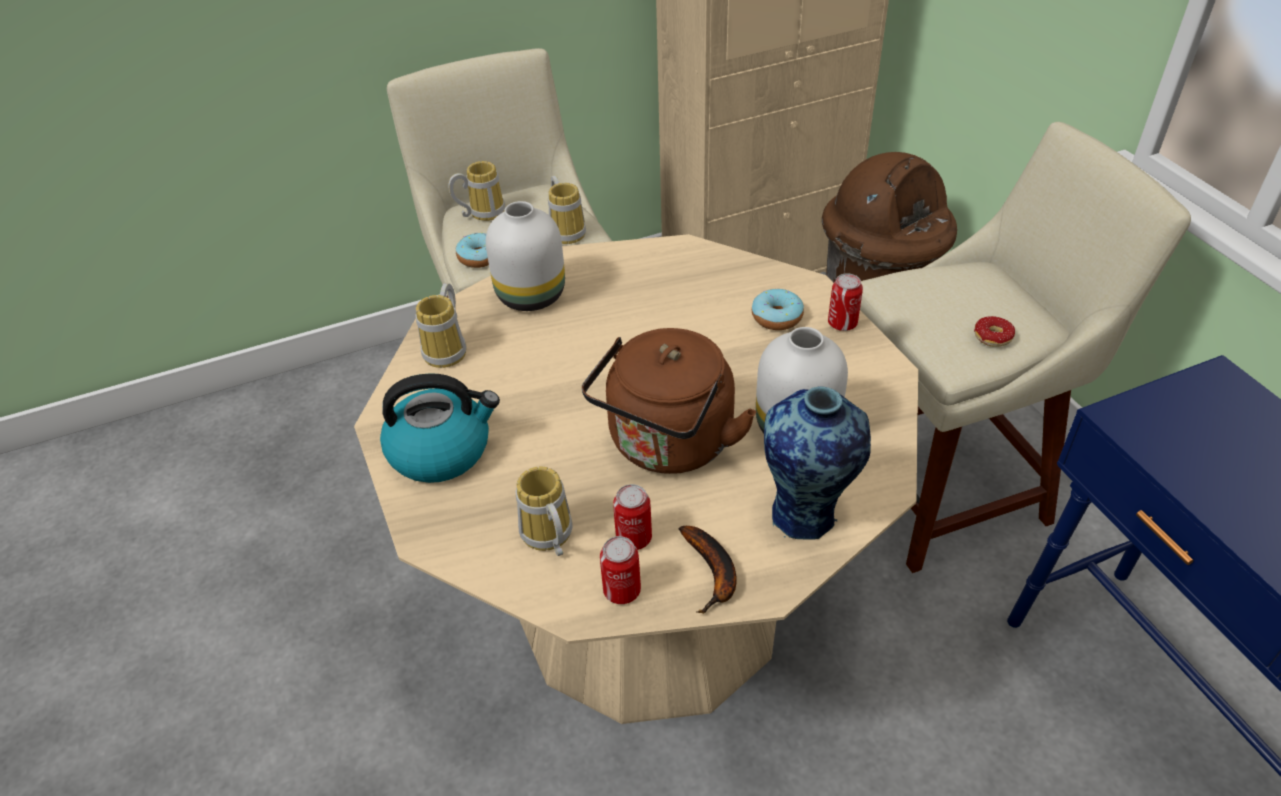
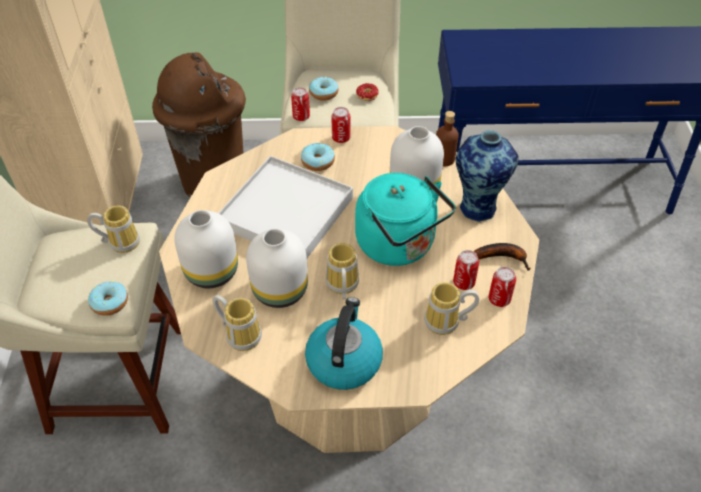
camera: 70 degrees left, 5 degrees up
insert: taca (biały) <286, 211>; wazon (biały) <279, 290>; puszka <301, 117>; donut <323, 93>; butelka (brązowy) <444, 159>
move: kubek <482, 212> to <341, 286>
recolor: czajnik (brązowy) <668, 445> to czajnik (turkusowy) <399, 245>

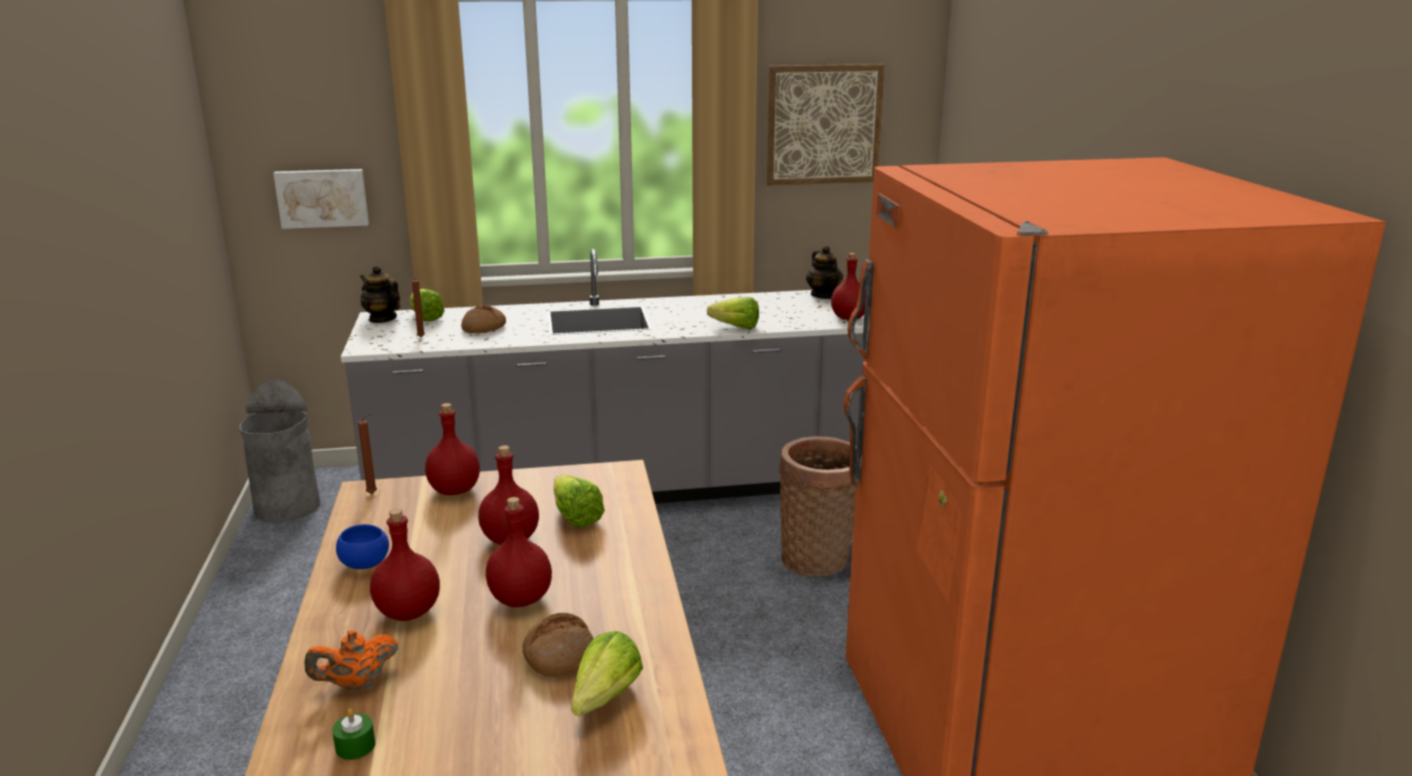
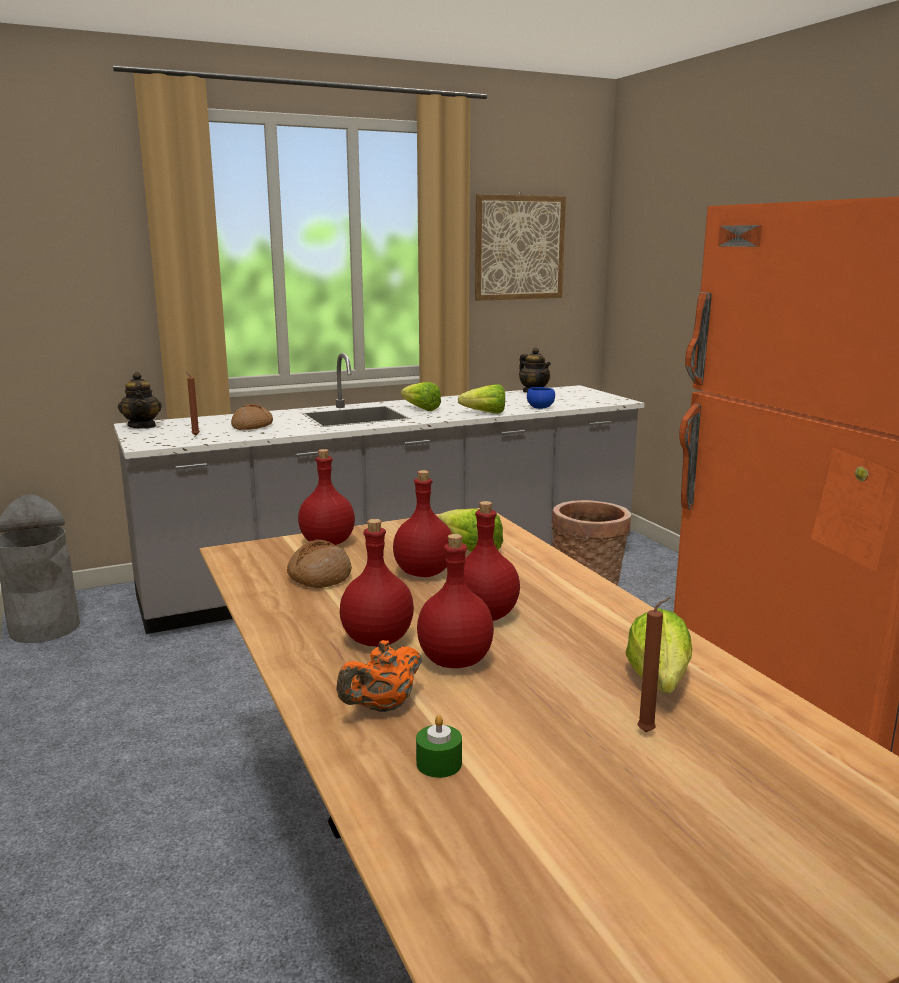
camera: 15 degrees left, 5 degrees down
delete: obraz <322, 198>
move: miska (niebieski) <364, 564> to <540, 408>; świeca (brązowy) <373, 494> to <649, 731>; sałata <425, 316> to <419, 408>; chleb <559, 655> to <319, 576>; butelka (czerwony) <848, 318> to <453, 661>
rotate: imbryk <382, 319> = <142, 426> 135 degrees counterclockwise

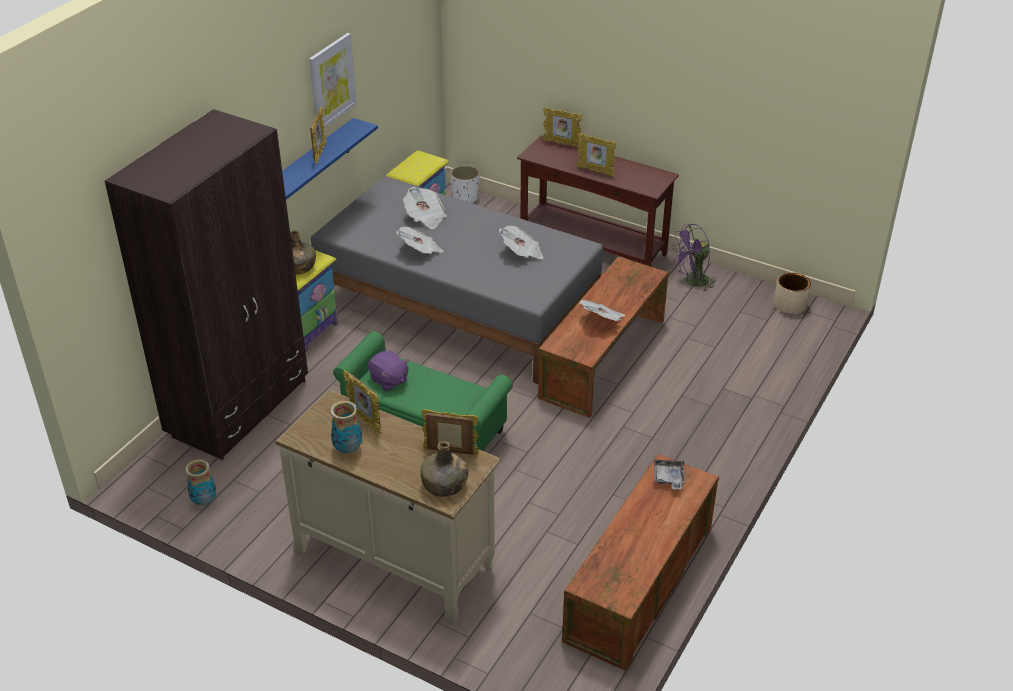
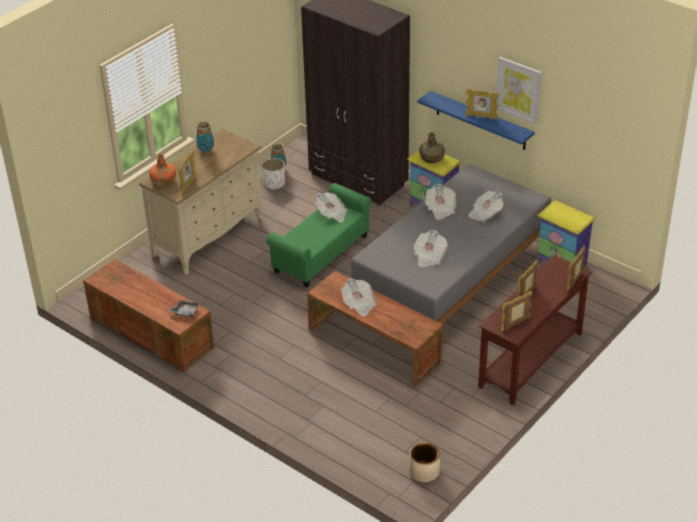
camera: 100 degrees right, 0 degrees up
delete: wentylator (fioletowy) <692, 282>
move: ramka na zdjęcie <365, 421> to <515, 324>; donica (biały) <465, 198> to <274, 183>
replace: pluszak (fioletowy) <389, 381> to gazeta <332, 214>
recolor: butelka (zielony) <444, 485> to butelka (pomarańczowy) <163, 181>

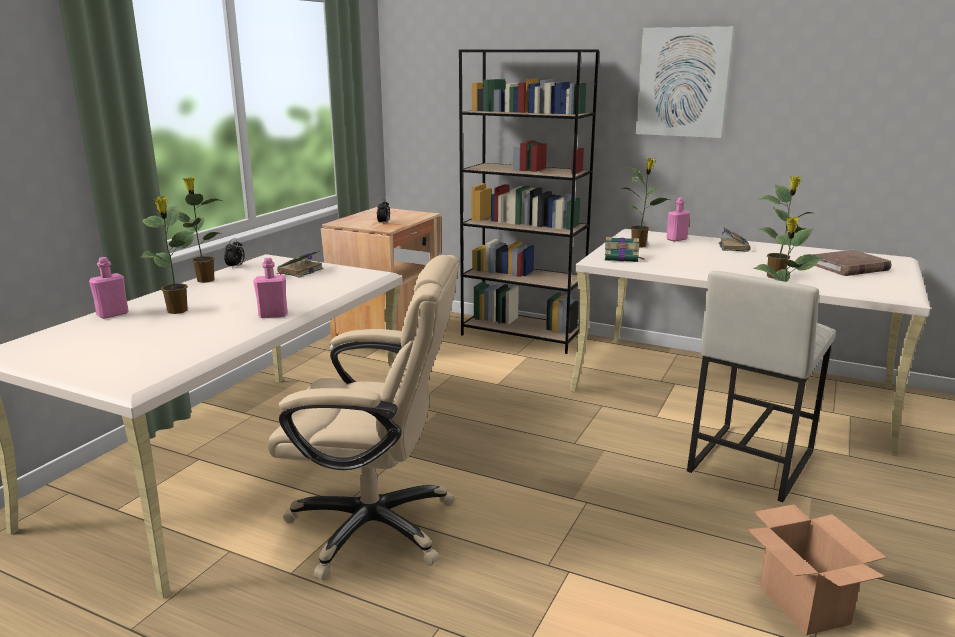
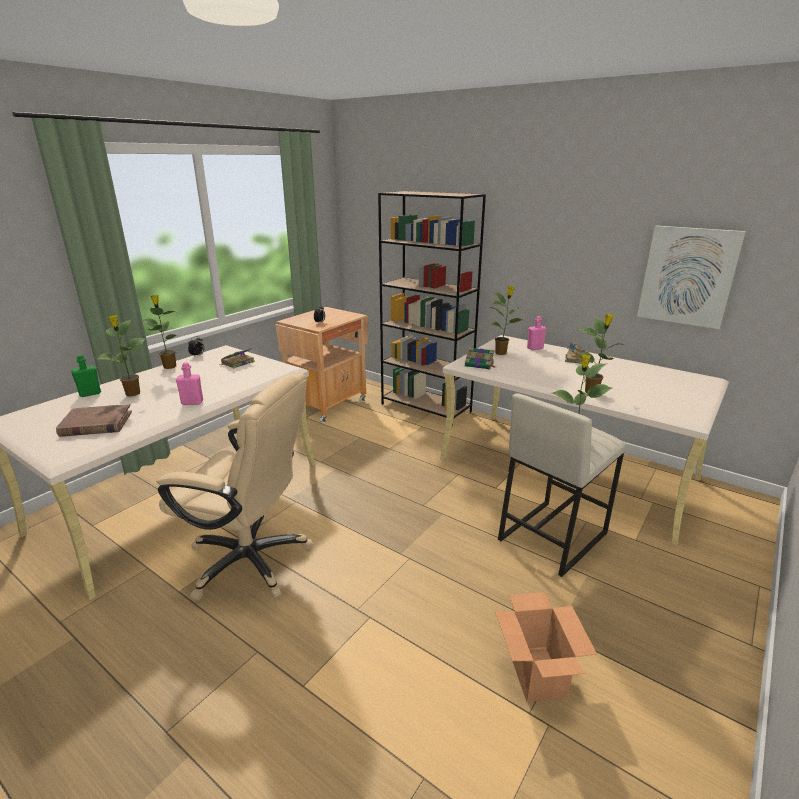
camera: 10 degrees right, 5 degrees up
move: obraz <683, 82> to <687, 276>; książka (brązowy) <849, 267> to <96, 424>
recolor: butelka (różowy) <112, 314> to butelka (zielony) <90, 393>

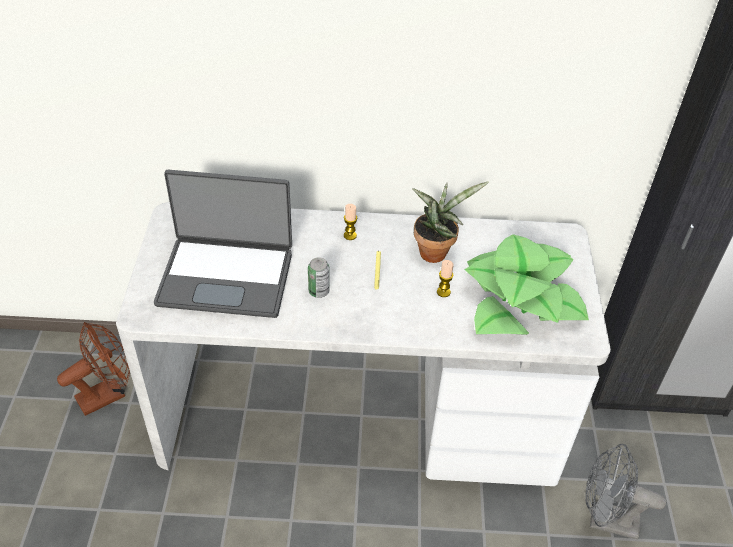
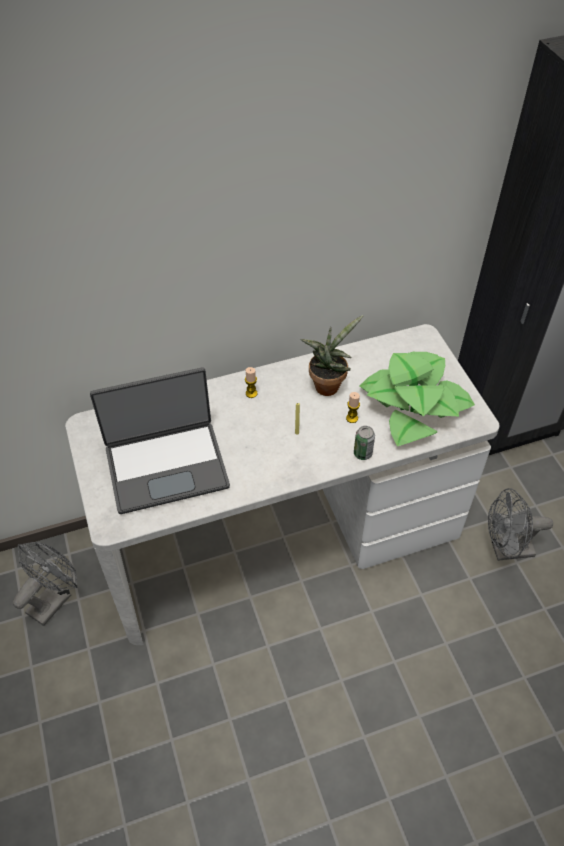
camera: 20 degrees left, 5 degrees up
move: puszka <318, 291> to <362, 453>
recolor: wentylator (brązowy) <107, 394> to wentylator (szary) <54, 598>

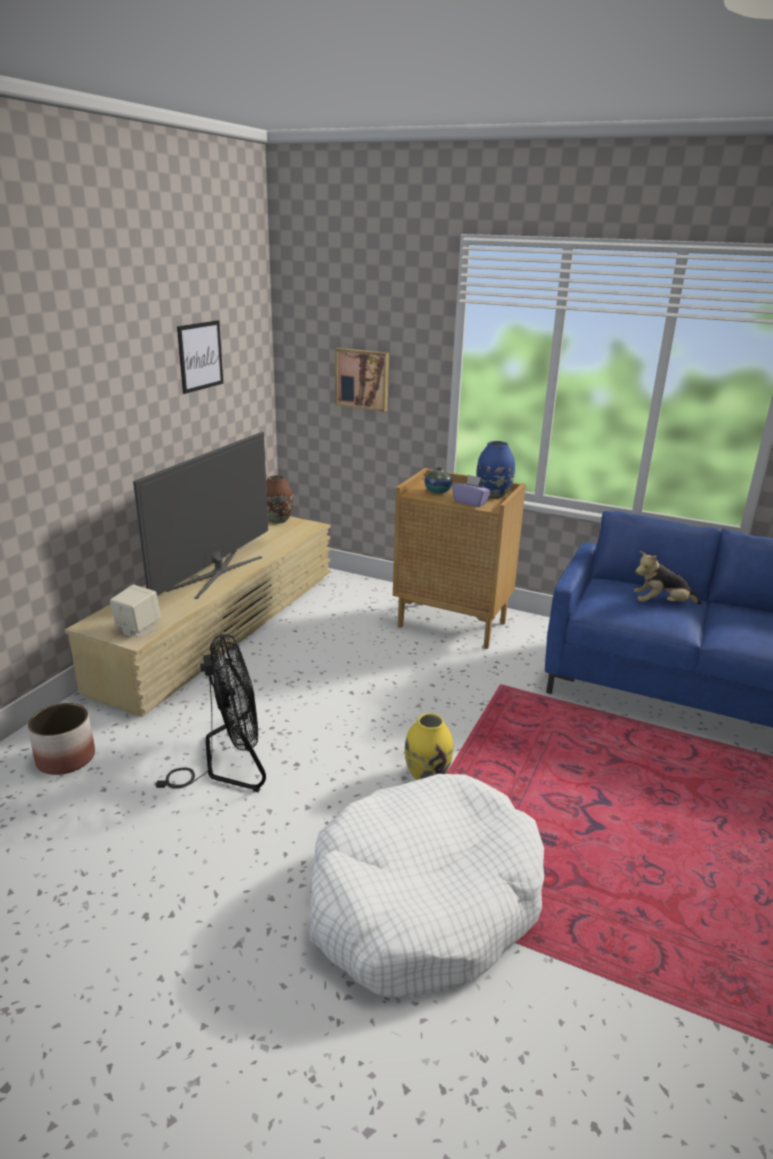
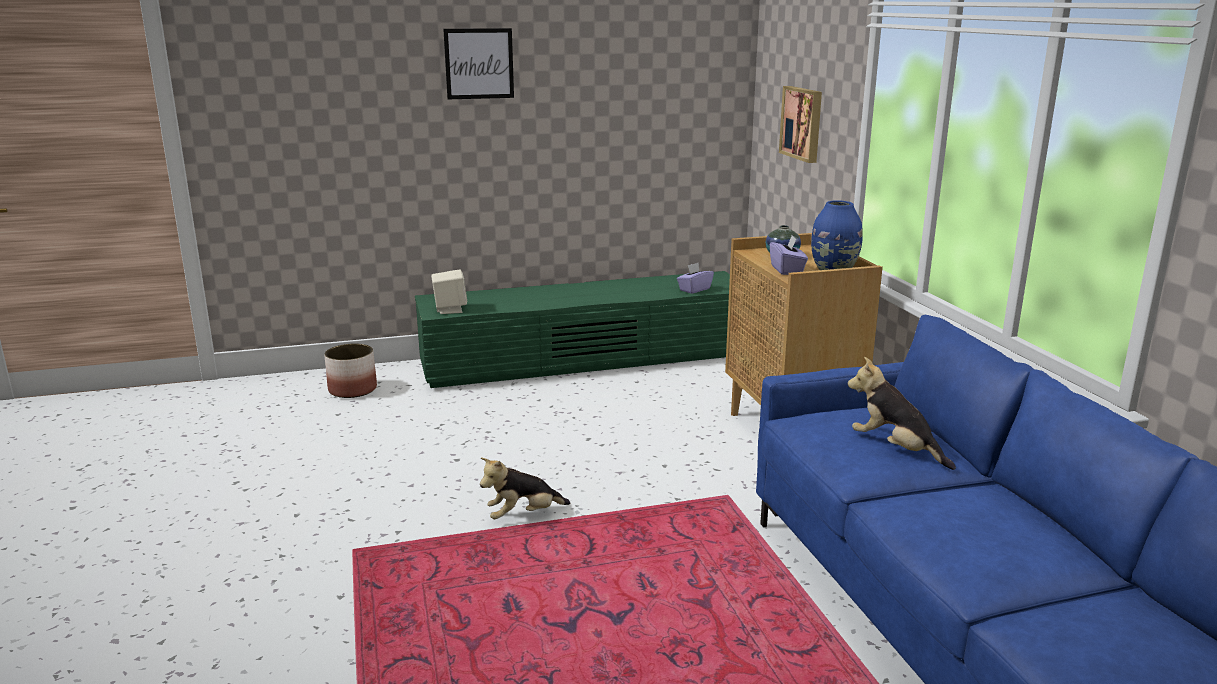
camera: 50 degrees right, 5 degrees down
delete: telewizor <216, 573>; wentylator (czarny) <226, 758>; wazon (brązowy) <277, 520>; legowisko (biały) <424, 901>
insert: pudełko chusteczek (fioletowy) <694, 289>
move: obraz <200, 356> to <479, 63>
replace: wazon (żółty) <427, 775> to pluszak <523, 515>
recolor: szafka pod telewizor (beżowy) <223, 628> to szafka pod telewizor (zielony) <587, 359>

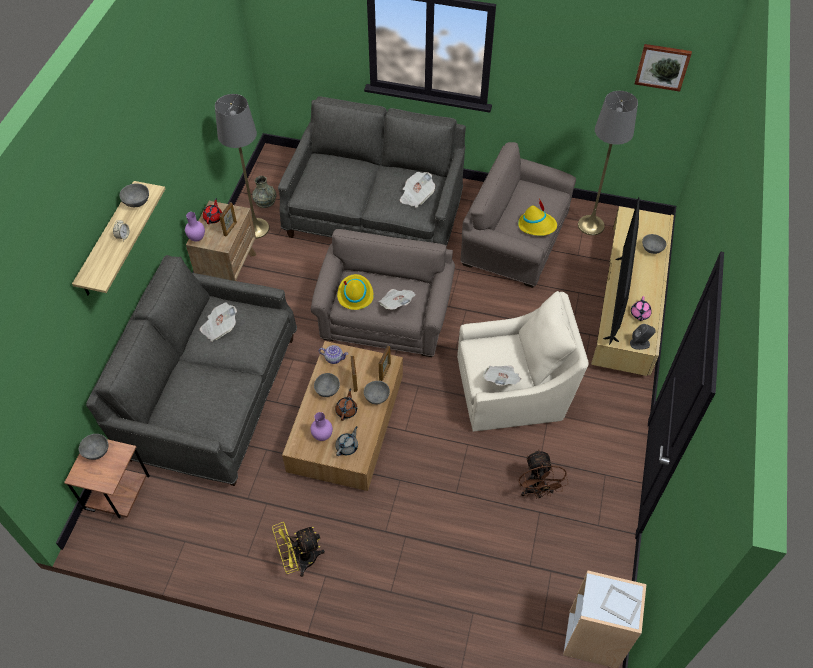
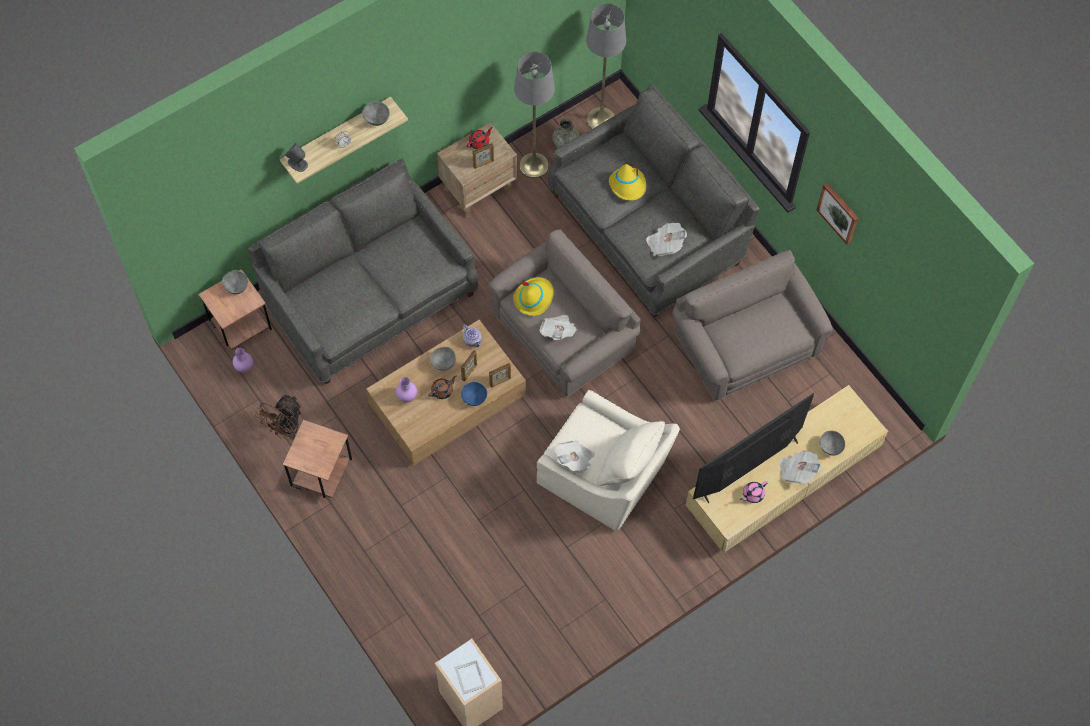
camera: 40 degrees right, 10 degrees up
delete: imbryk (szary) <347, 446>
move: wazon (fioletowy) <197, 238> to <245, 368>; gazeta <220, 328> to <797, 471>; kapelusz (żółty) <537, 225> to <628, 185>; wentylator (brązowy) <536, 491> to <286, 430>; lampa stojąca (szary) <591, 225> to <601, 119>; głośnik (szary) <640, 343> to <298, 163>; obraz <662, 66> to <839, 212>
replace: wentylator (żółty) <299, 560> to stolik (brązowy) <323, 477>
recolor: miska (szary) <376, 398> to miska (niebieski) <473, 398>

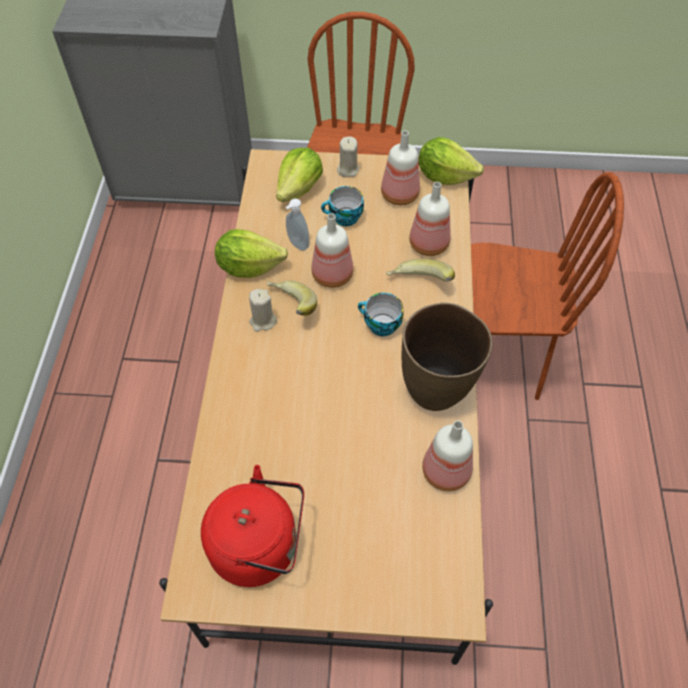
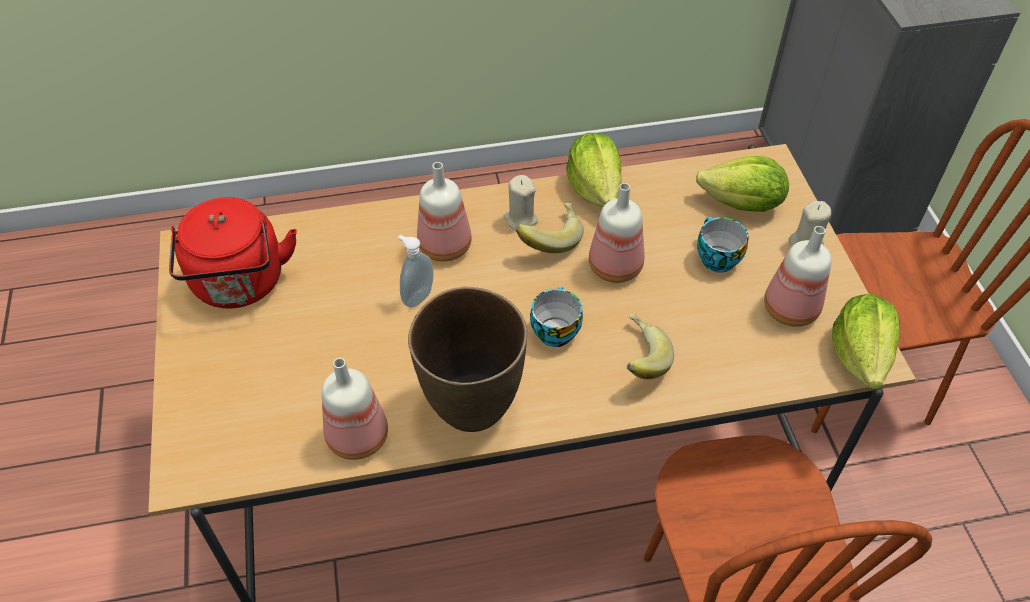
camera: 75 degrees right, 5 degrees down
move: dozownik mydła <297, 245> to <416, 296>; butelka <427, 243> to <446, 245>

